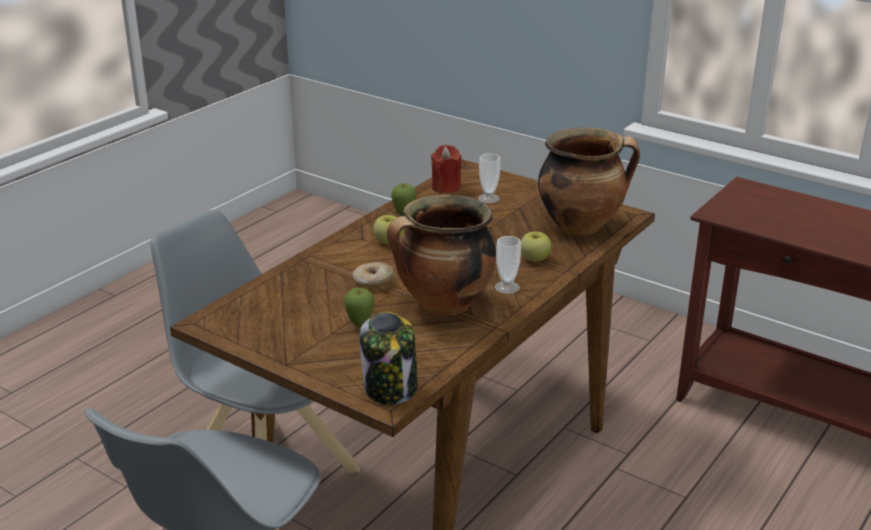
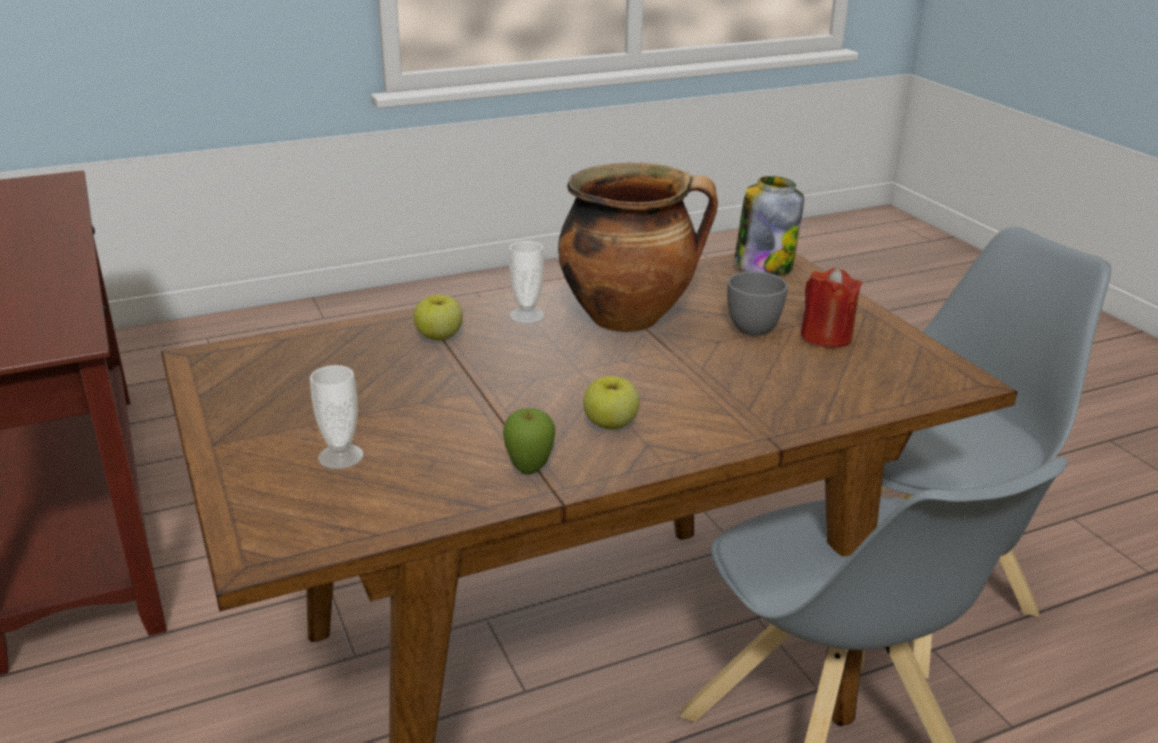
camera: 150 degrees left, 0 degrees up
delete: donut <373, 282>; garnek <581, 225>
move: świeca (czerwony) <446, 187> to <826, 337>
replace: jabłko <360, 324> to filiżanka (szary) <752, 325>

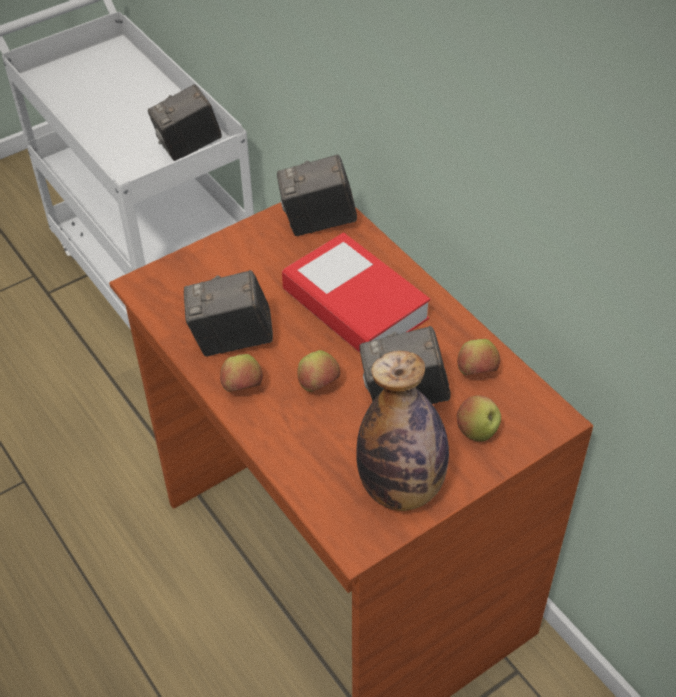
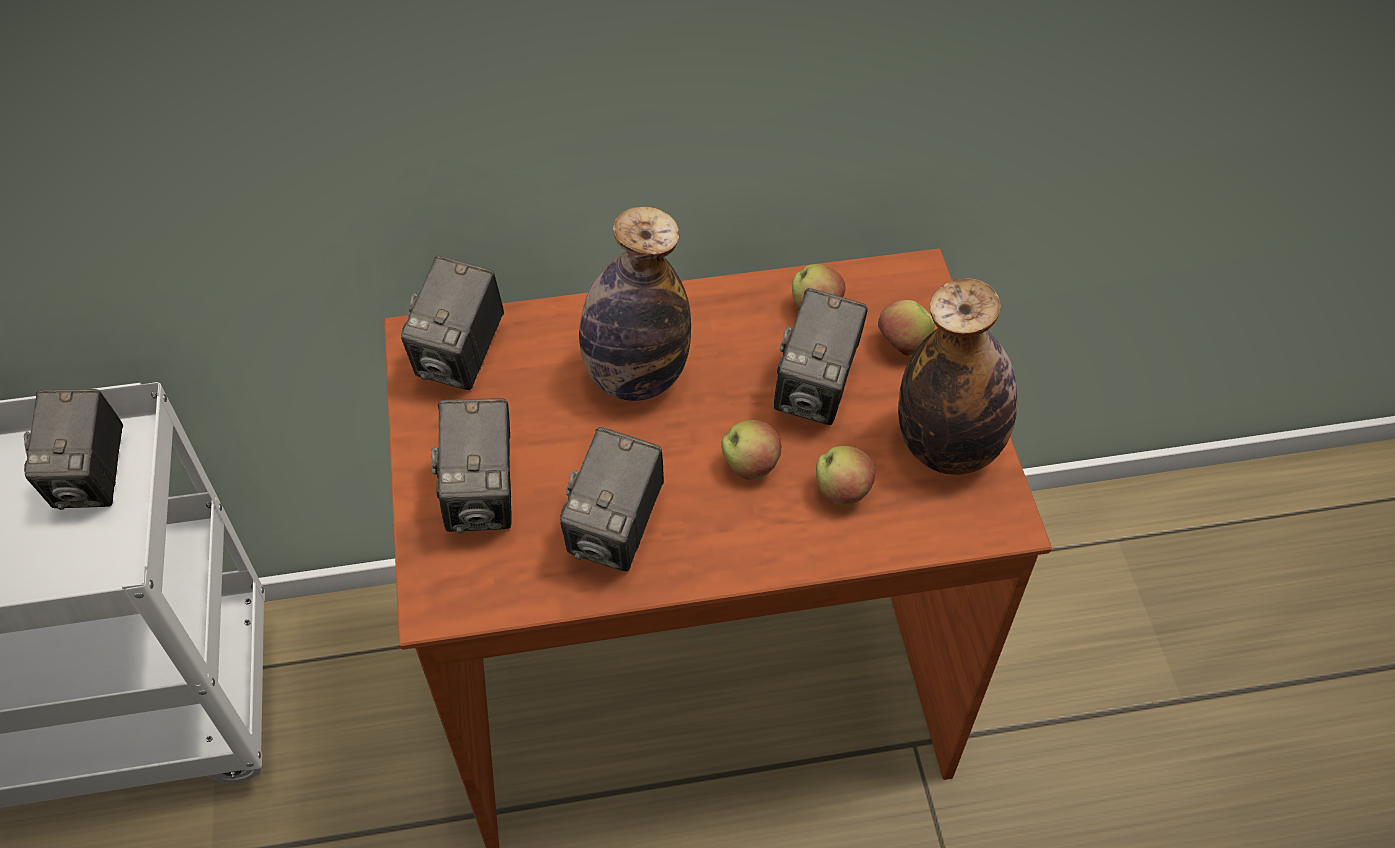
camera: 65 degrees left, 5 degrees up
insert: aparat fotograficzny <483, 496>
move: jabłko <242, 388> to <842, 492>
replace: książka <355, 304> to butelka <635, 377>

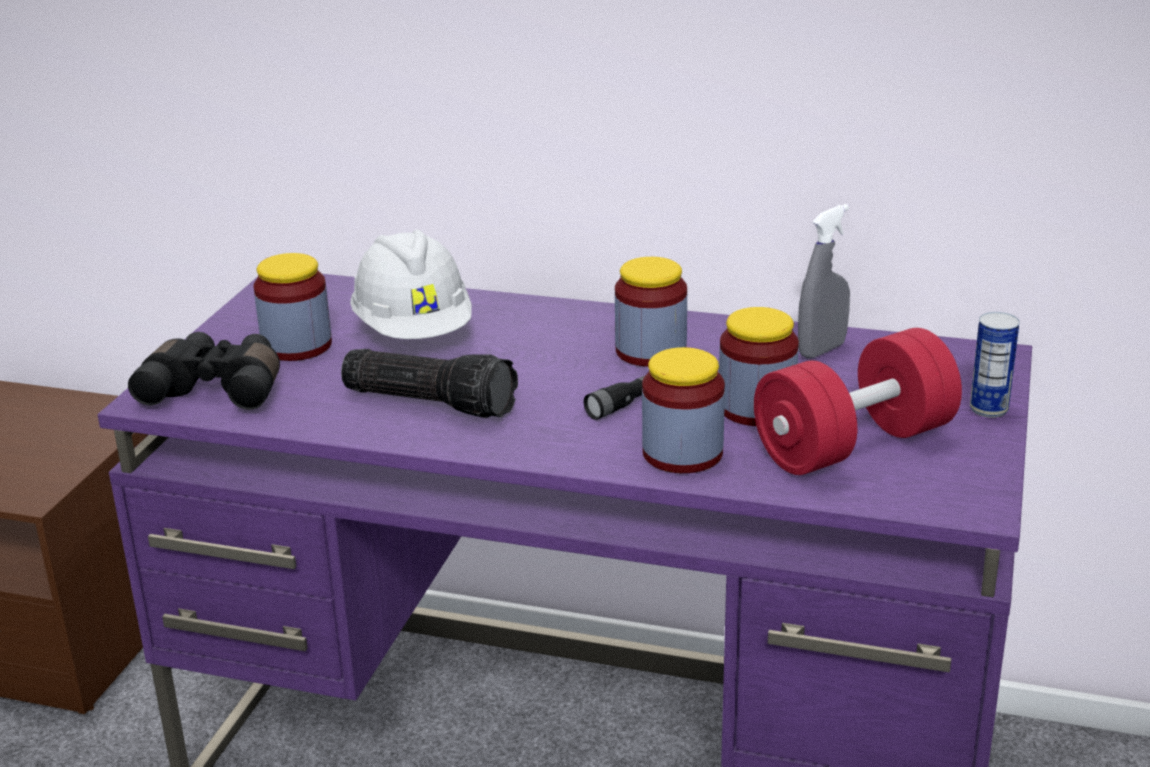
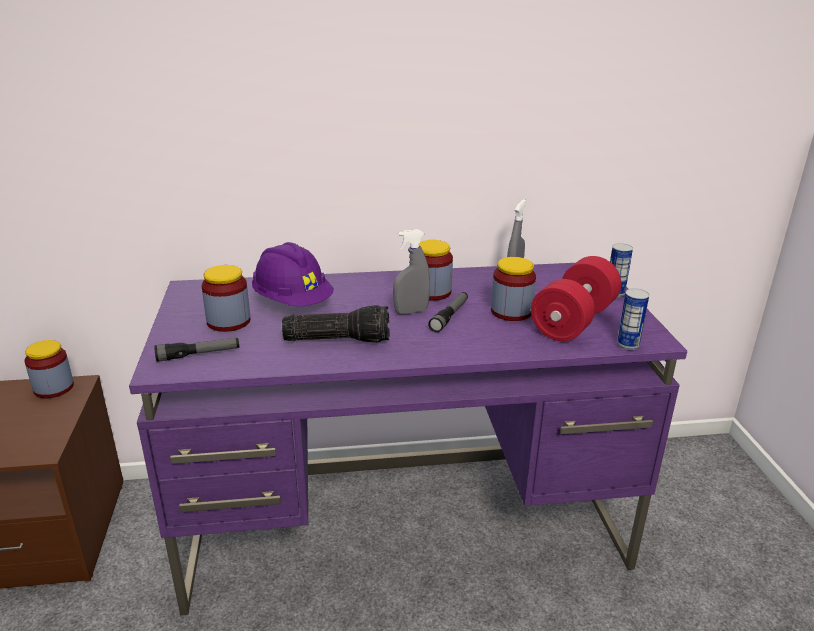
camera: 25 degrees left, 0 degrees up
insert: spryskiwacz (szary) <411, 311>; puszka <627, 345>
move: słoik <682, 453> to <54, 388>
replace: lornetka (czarny) <217, 388> to latarka <198, 355>
recolor: kask (biały) <414, 331> to kask (fioletowy) <293, 302>

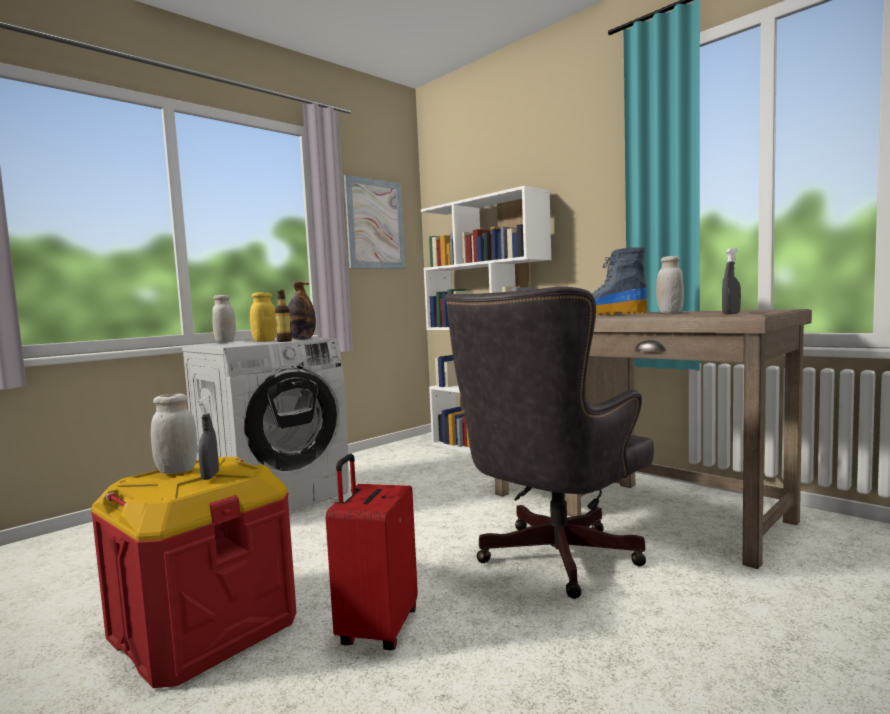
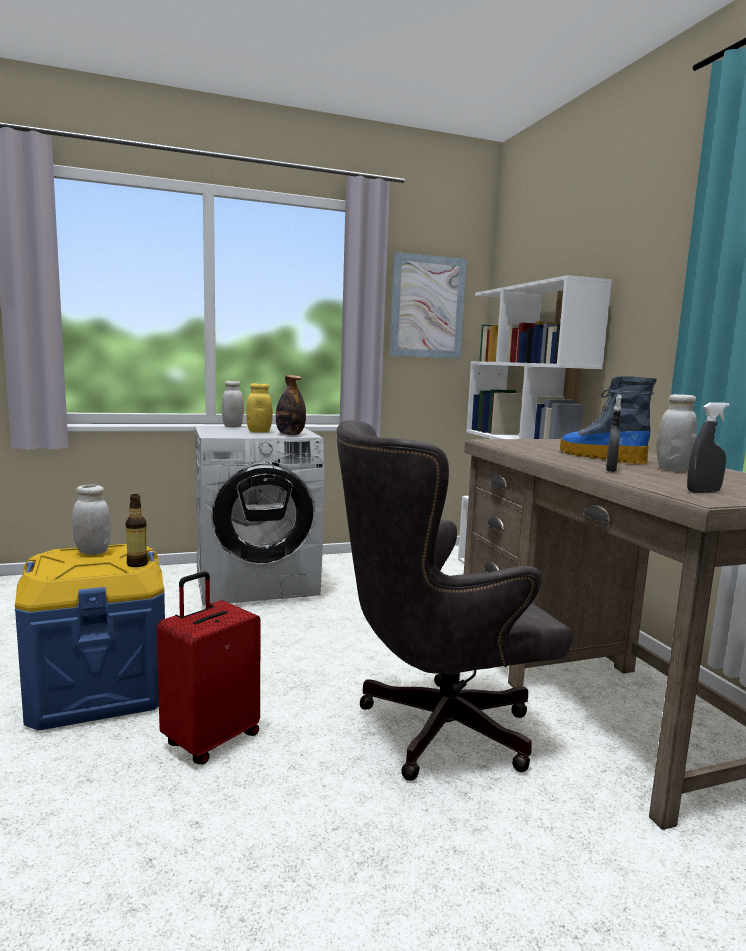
camera: 25 degrees right, 5 degrees up
move: spryskiwacz (szary) <210, 476> to <610, 470>; butelka <284, 341> to <137, 564>
recolor: pojemnik do przechowywania (czerwony) <203, 628> to pojemnik do przechowywania (niebieski) <98, 689>

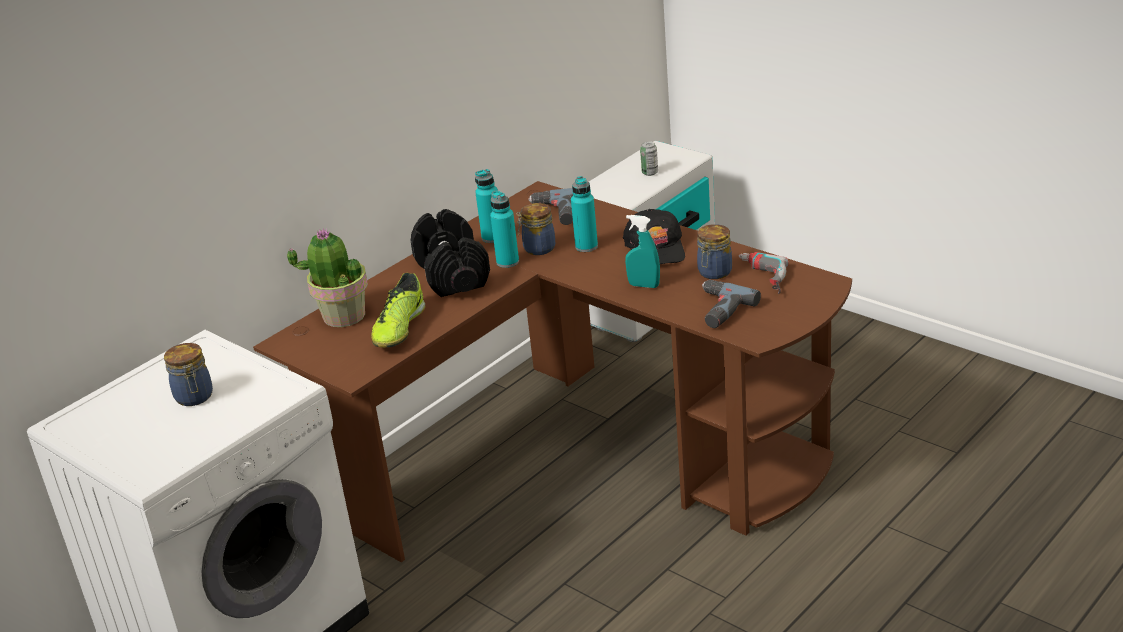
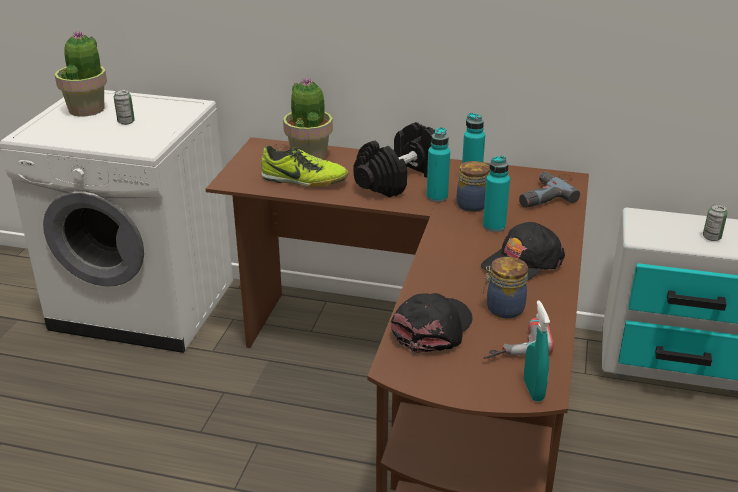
camera: 60 degrees right, 0 degrees up
insert: roślina doniczkowa <87, 109>
move: spryskiwacz (turkusowy) <644, 285> to <533, 390>
replace: słoik <194, 397> to puszka <126, 122>; wiertarka <718, 310> to czapka z daszkiem (czarny) <433, 328>
rotate: but <399, 328> = <304, 181> 150 degrees counterclockwise

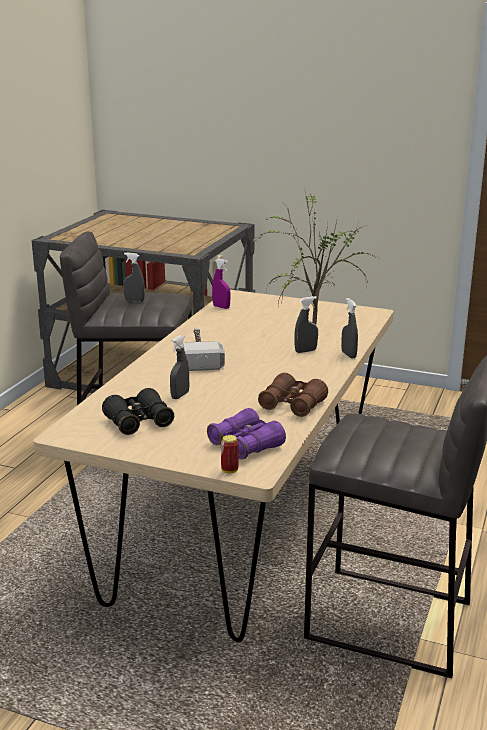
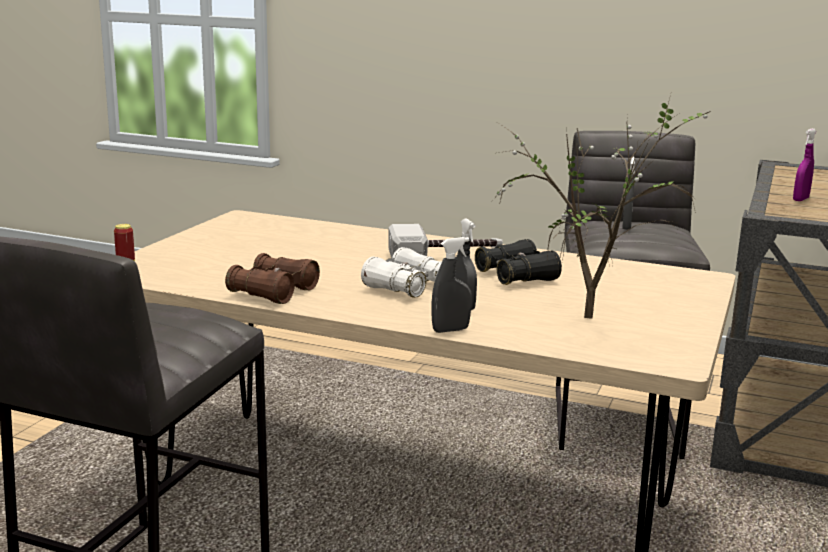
camera: 90 degrees right, 5 degrees down
delete: spryskiwacz (szary) <180, 395>; lornetka (fioletowy) <246, 445>
insert: lornetka (biały) <407, 287>
move: lornetka (czarny) <138, 422> to <516, 276>; spryskiwacz (fioletowy) <221, 307> to <800, 199>

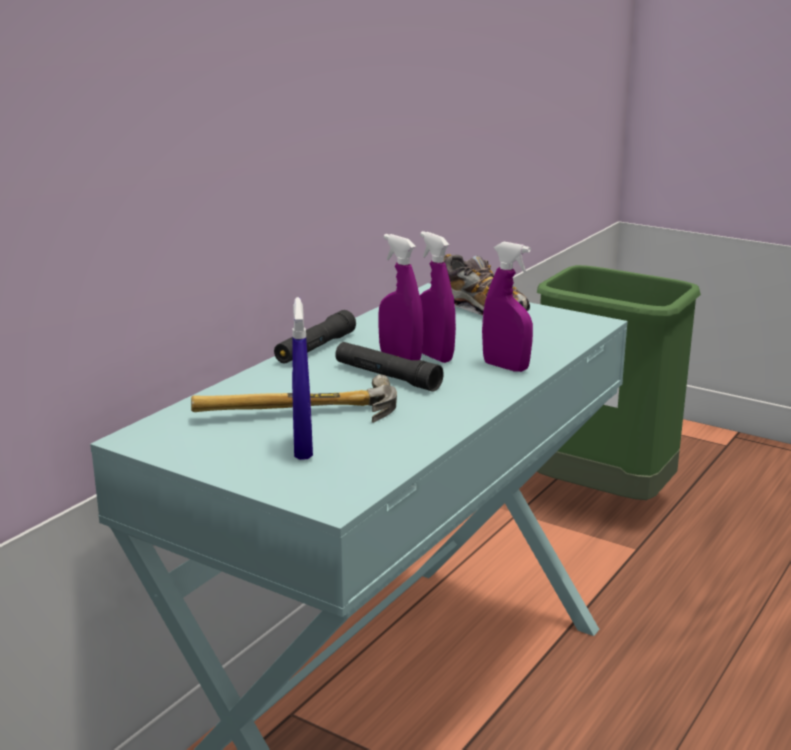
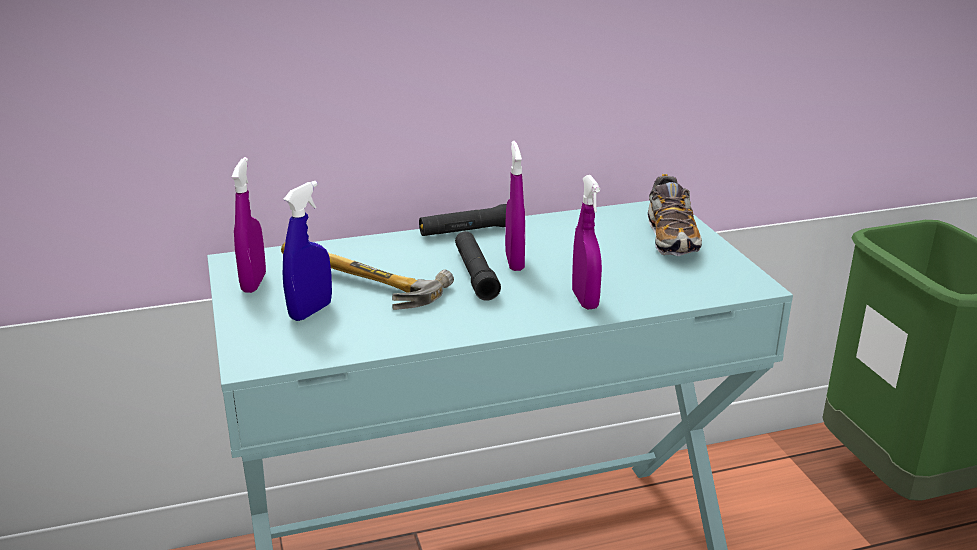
camera: 40 degrees right, 5 degrees up
move: spryskiwacz (fioletowy) <434, 356> to <254, 283>

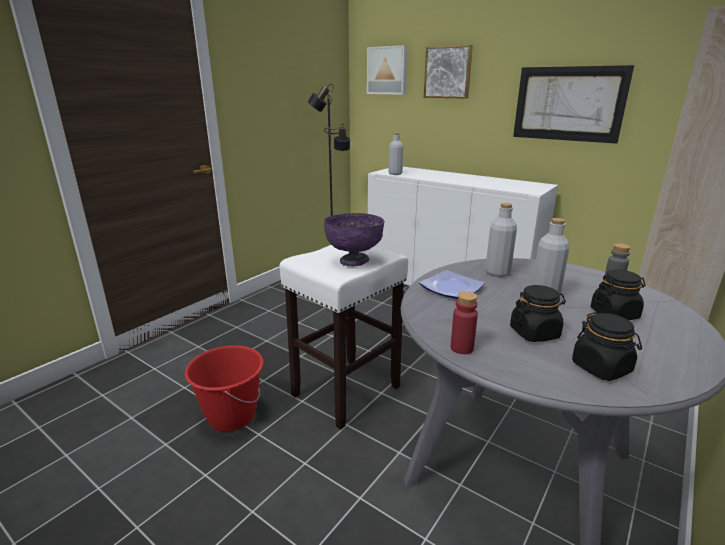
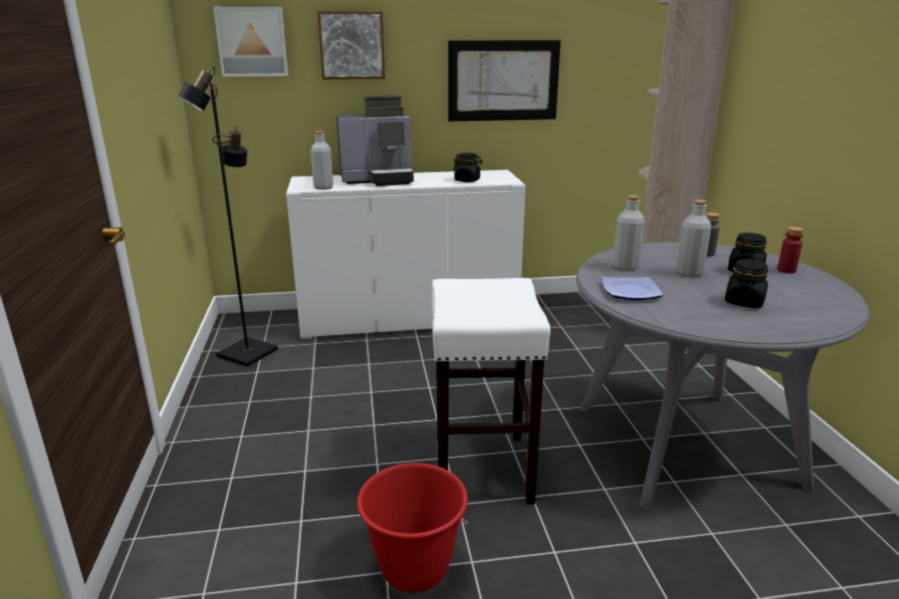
camera: 45 degrees left, 0 degrees up
delete: miska (fioletowy) <354, 261>
insert: ekspres do kawy <378, 180>
move: butelka (czerwony) <461, 348> to <786, 270>; słoik (czarny) <601, 368> to <467, 180>

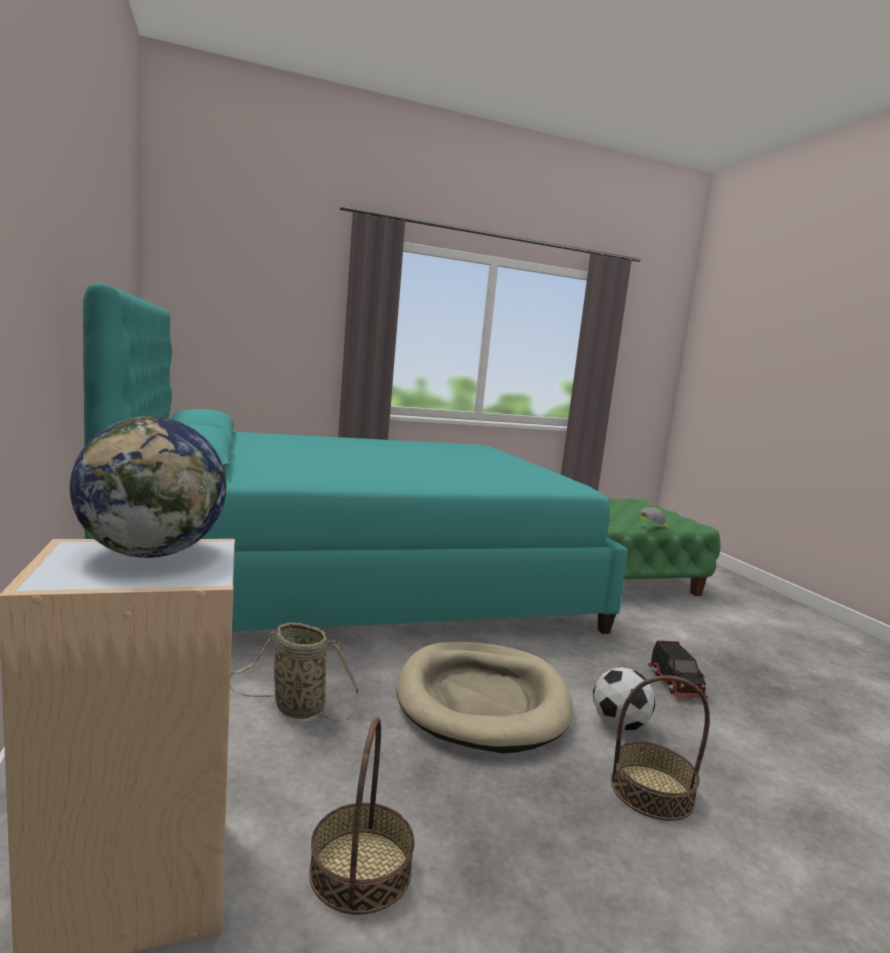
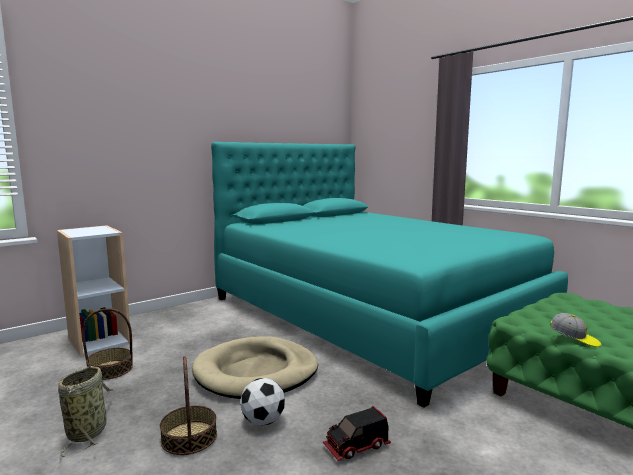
camera: 70 degrees right, 0 degrees up
delete: globus <152, 553>
move: koszyk <295, 707> to <88, 431>

